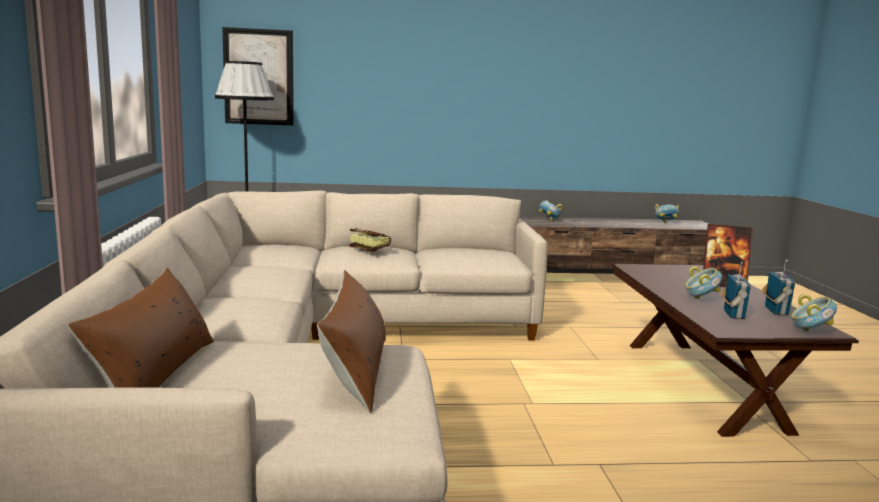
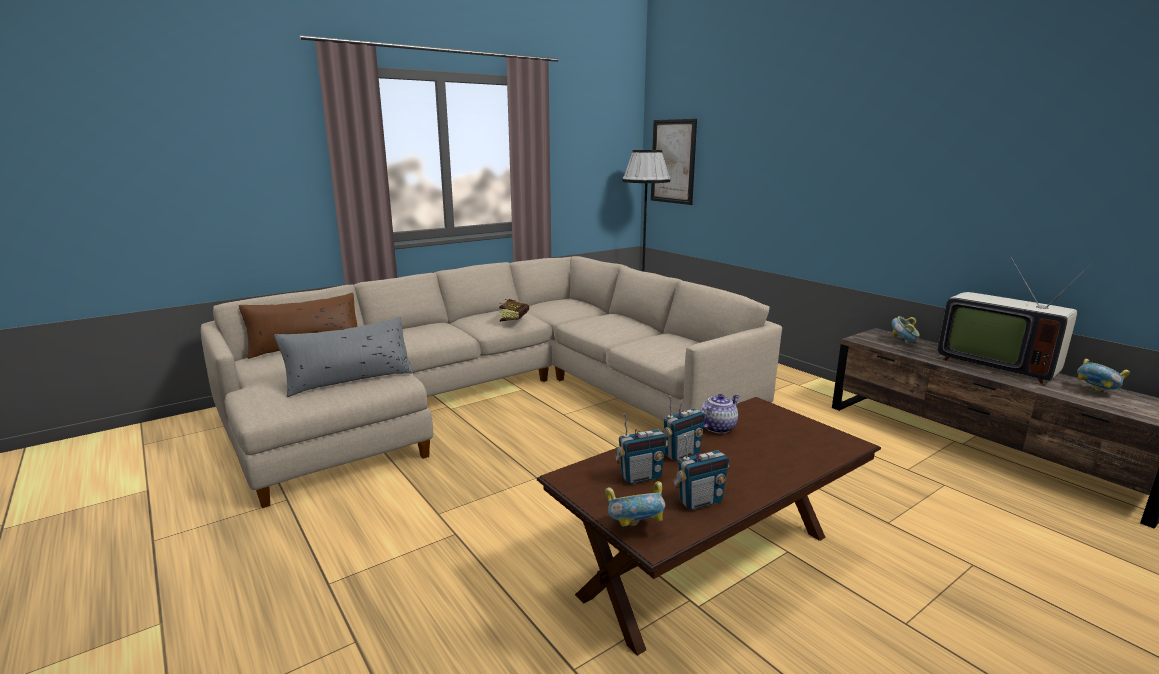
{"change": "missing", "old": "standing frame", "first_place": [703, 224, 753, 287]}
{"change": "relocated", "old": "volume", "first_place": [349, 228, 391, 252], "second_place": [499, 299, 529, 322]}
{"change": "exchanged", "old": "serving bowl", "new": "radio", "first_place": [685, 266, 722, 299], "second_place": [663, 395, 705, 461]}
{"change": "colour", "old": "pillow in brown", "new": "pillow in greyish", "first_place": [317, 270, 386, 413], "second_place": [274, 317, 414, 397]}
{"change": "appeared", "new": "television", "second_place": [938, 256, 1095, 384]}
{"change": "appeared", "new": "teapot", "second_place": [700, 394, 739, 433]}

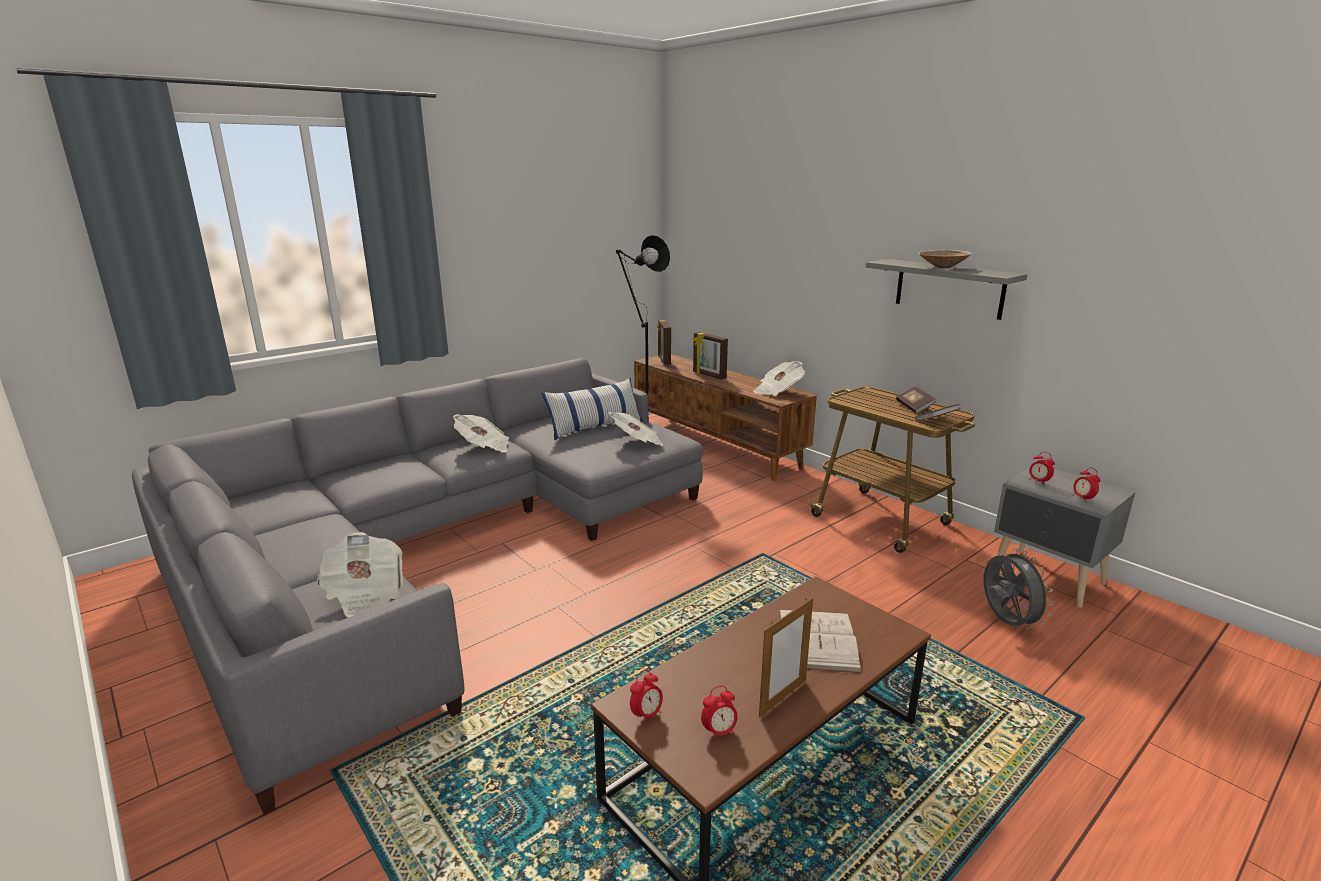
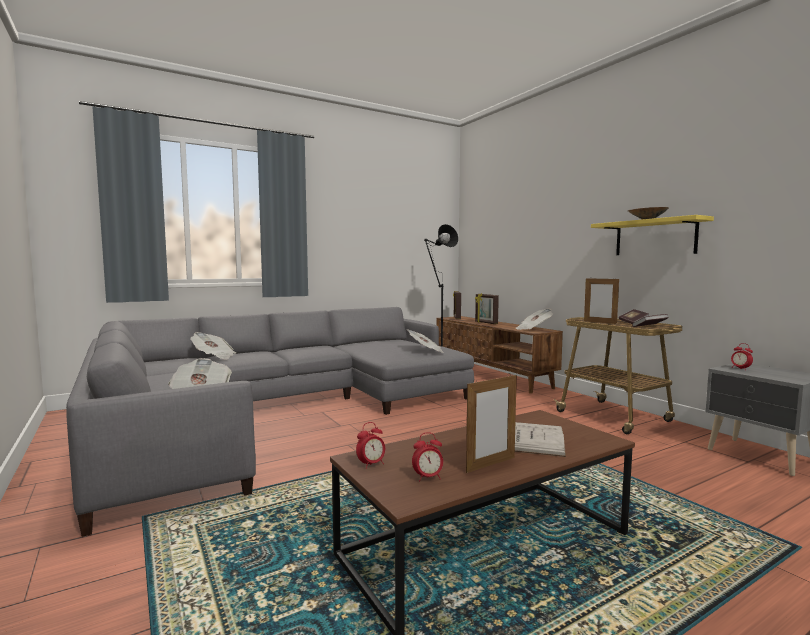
{"change": "colour", "old": "bracket shelf in greyish", "new": "bracket shelf in yellow-coloured", "first_place": [866, 259, 1028, 320], "second_place": [591, 215, 714, 255]}
{"change": "missing", "old": "pillow", "first_place": [541, 378, 643, 440]}
{"change": "relocated", "old": "newspaper", "first_place": [453, 414, 509, 452], "second_place": [190, 332, 236, 359]}
{"change": "missing", "old": "table clock", "first_place": [1072, 468, 1101, 502]}
{"change": "missing", "old": "electric fan in greyish", "first_place": [983, 548, 1053, 629]}
{"change": "appeared", "new": "standing frame", "second_place": [584, 277, 619, 324]}

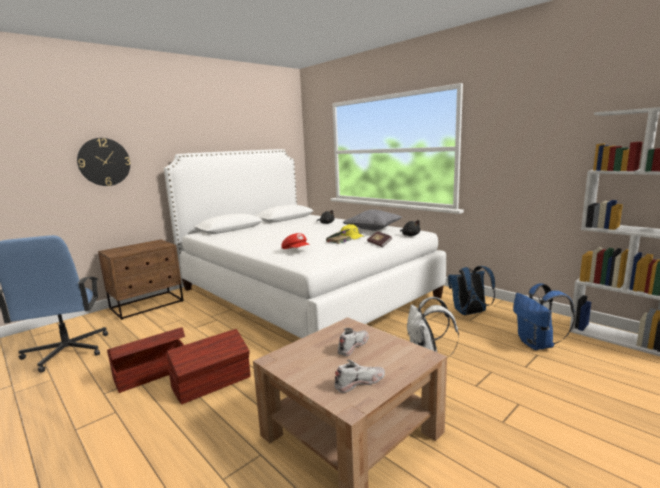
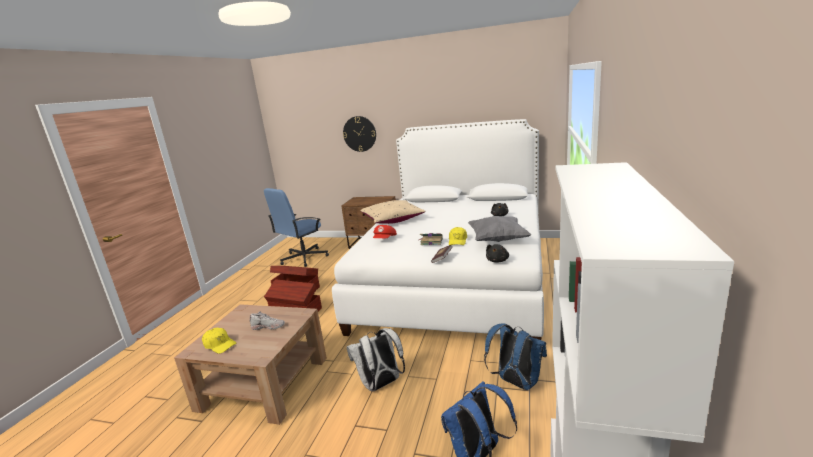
{"change": "exchanged", "old": "shoe in whitish", "new": "baseball cap in yellow-coloured", "first_place": [334, 359, 385, 393], "second_place": [202, 328, 236, 354]}
{"change": "appeared", "new": "pillow in beige-coloured", "second_place": [360, 200, 426, 224]}

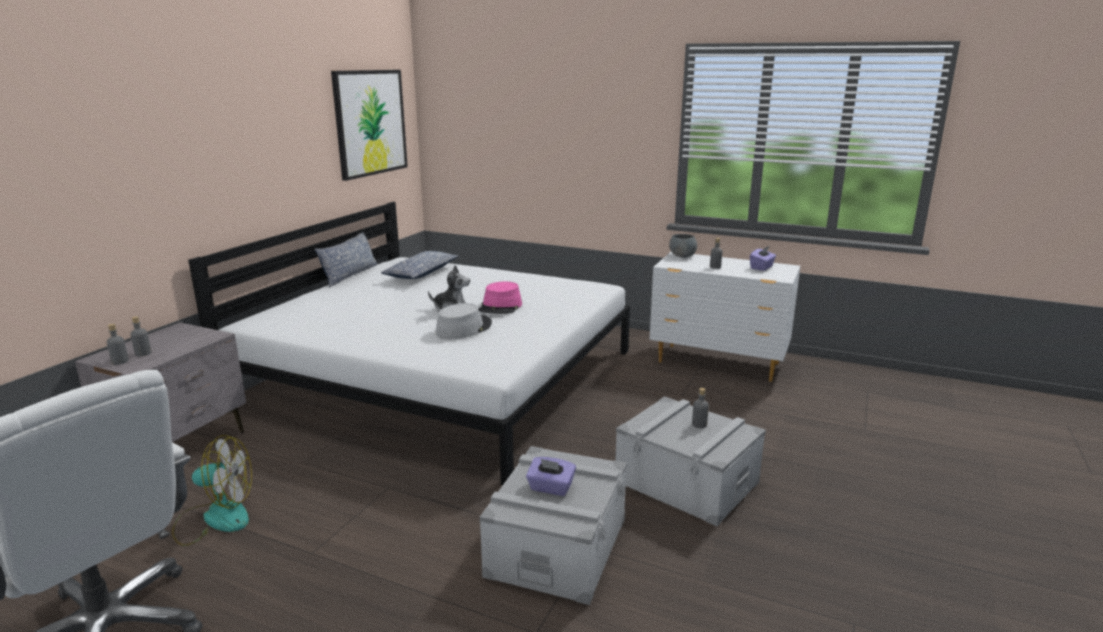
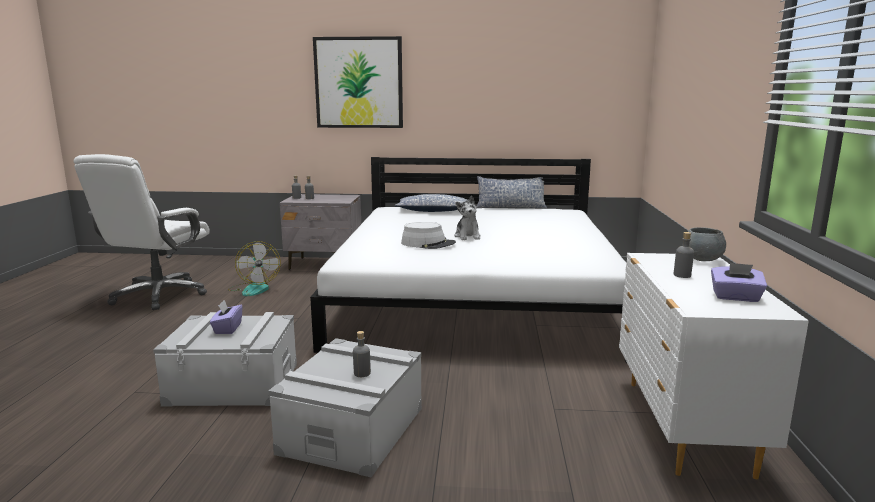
{"change": "relocated", "old": "picture", "first_place": [331, 70, 408, 181], "second_place": [313, 36, 403, 128]}
{"change": "relocated", "old": "pillow", "first_place": [381, 251, 459, 279], "second_place": [394, 194, 468, 212]}
{"change": "missing", "old": "wearable hat in pink", "first_place": [479, 281, 522, 314]}

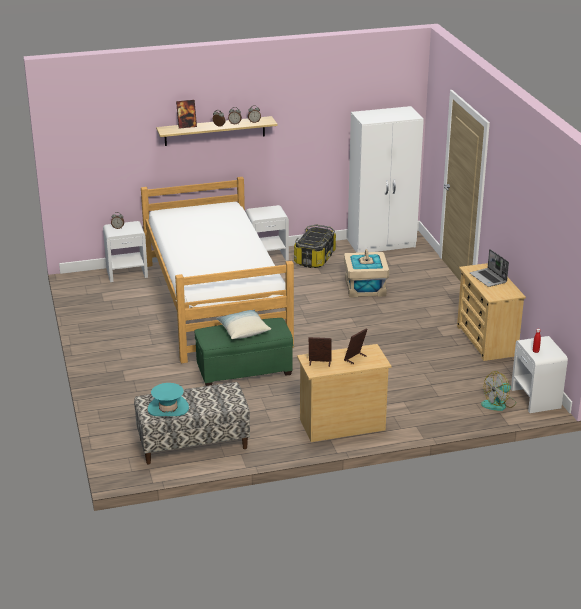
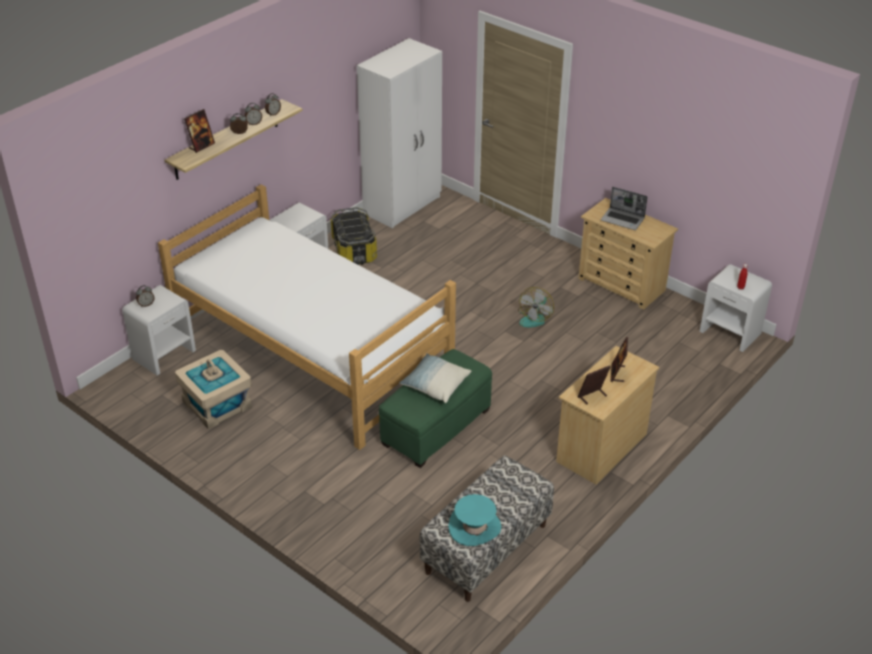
{"change": "relocated", "old": "storage container in beige-coloured", "first_place": [344, 249, 389, 298], "second_place": [175, 350, 252, 429]}
{"change": "relocated", "old": "electric fan", "first_place": [481, 371, 516, 411], "second_place": [518, 287, 554, 327]}

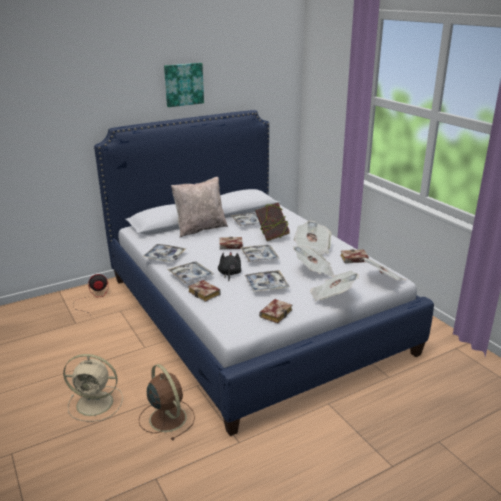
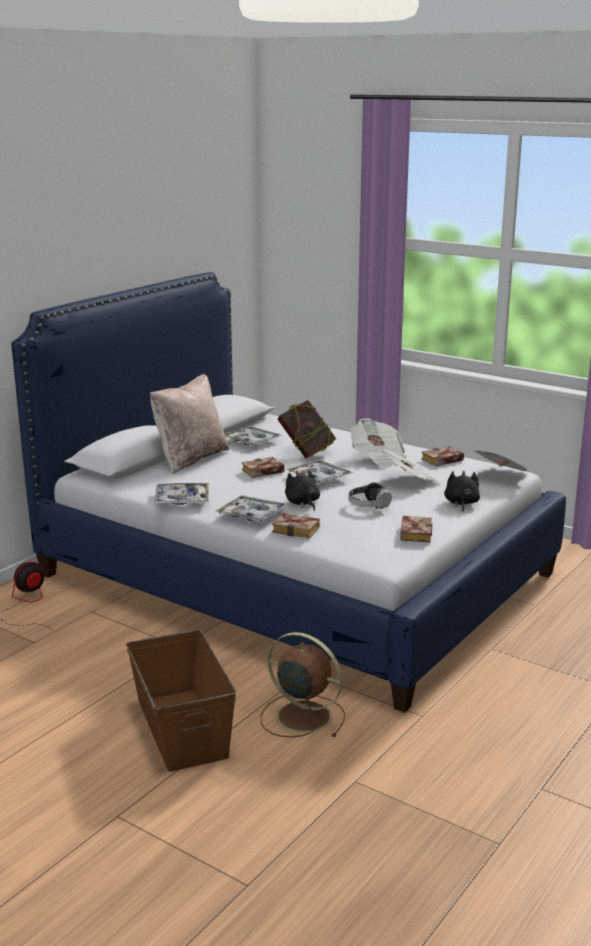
{"change": "missing", "old": "picture", "first_place": [164, 63, 204, 107]}
{"change": "exchanged", "old": "tray", "new": "pair of headphones", "first_place": [245, 270, 289, 292], "second_place": [349, 482, 392, 509]}
{"change": "exchanged", "old": "newspaper", "new": "soft toy in black-coloured", "first_place": [310, 271, 359, 301], "second_place": [444, 470, 480, 512]}
{"change": "exchanged", "old": "electric fan in beige-coloured", "new": "storage container in brown", "first_place": [63, 354, 123, 422], "second_place": [126, 630, 236, 772]}

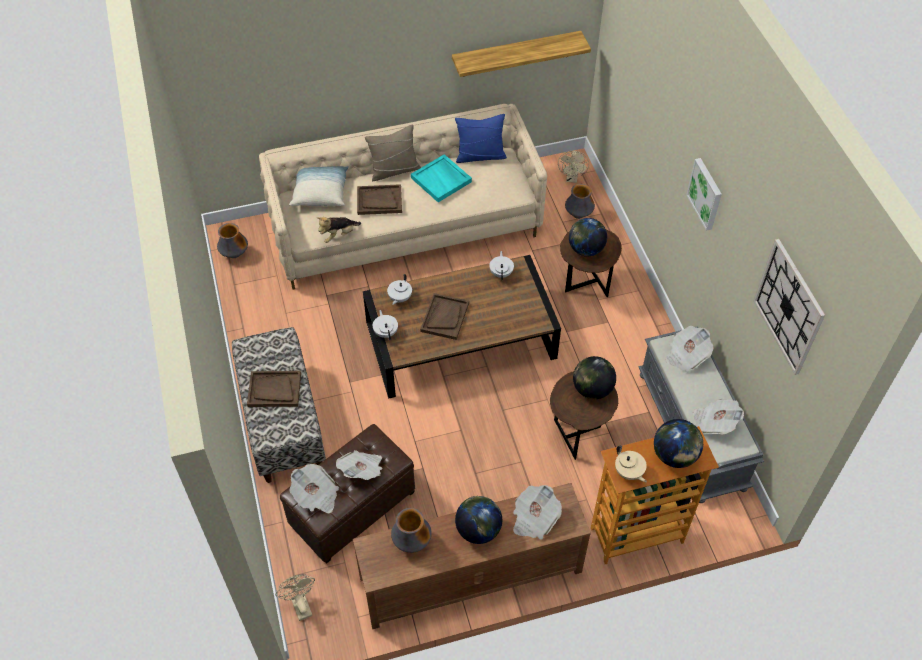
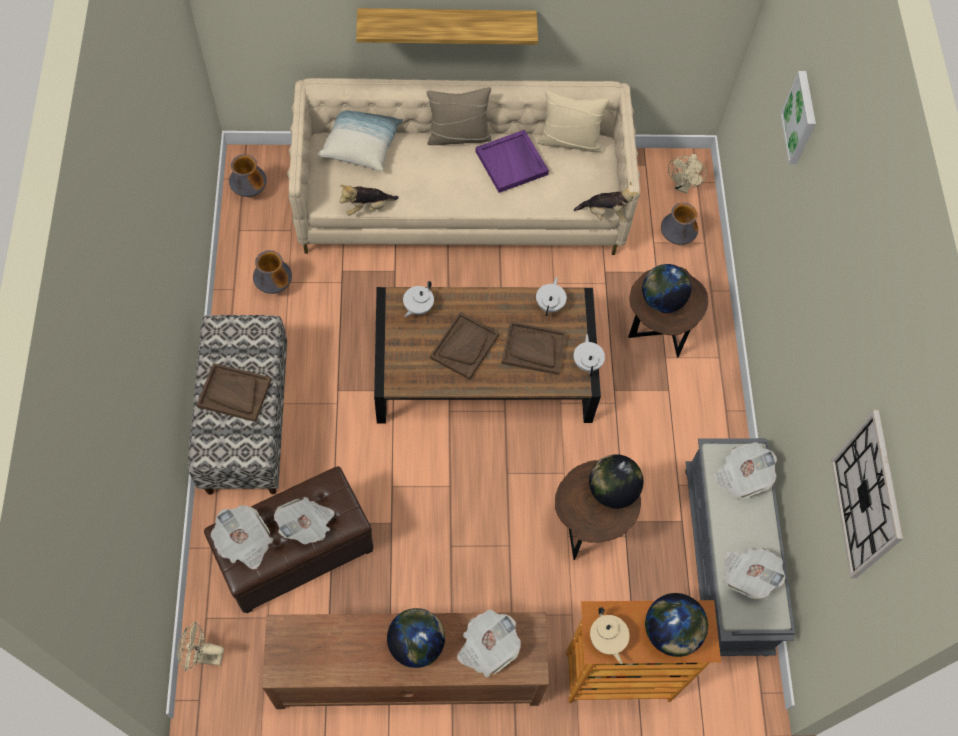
{"change": "relocated", "old": "bracket shelf", "first_place": [452, 31, 591, 77], "second_place": [356, 8, 538, 45]}
{"change": "colour", "old": "pillow in blue", "new": "pillow in beige-coloured", "first_place": [455, 114, 507, 163], "second_place": [537, 90, 610, 152]}
{"change": "colour", "old": "tray in turquoise", "new": "tray in purple-coloured", "first_place": [411, 154, 472, 202], "second_place": [475, 130, 549, 193]}
{"change": "relocated", "old": "picture", "first_place": [686, 158, 722, 231], "second_place": [780, 71, 816, 164]}
{"change": "relocated", "old": "tray in brown", "first_place": [357, 184, 402, 215], "second_place": [501, 321, 567, 375]}
{"change": "relocated", "old": "teapot in whitish", "first_place": [373, 310, 398, 340], "second_place": [574, 334, 605, 376]}
{"change": "relocated", "old": "flower vase", "first_place": [391, 508, 432, 553], "second_place": [253, 250, 292, 294]}
{"change": "spun", "old": "electric fan in beige-coloured", "first_place": [275, 574, 315, 621], "second_place": [178, 621, 224, 672], "degrees": -75}
{"change": "appeared", "new": "soft toy", "second_place": [574, 182, 640, 222]}

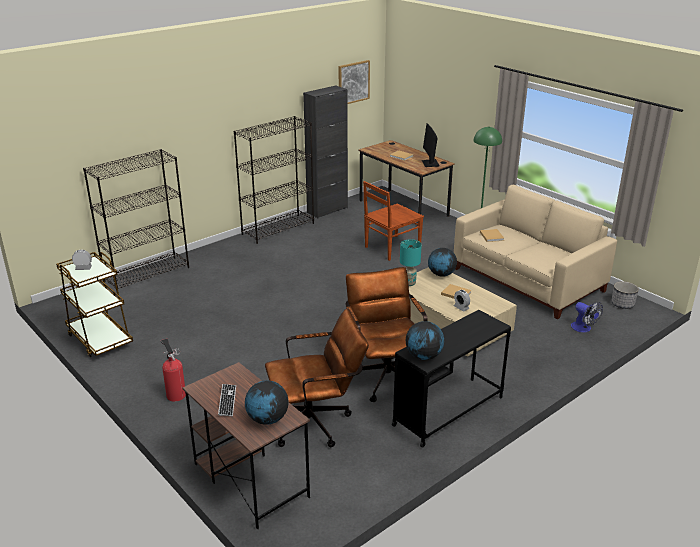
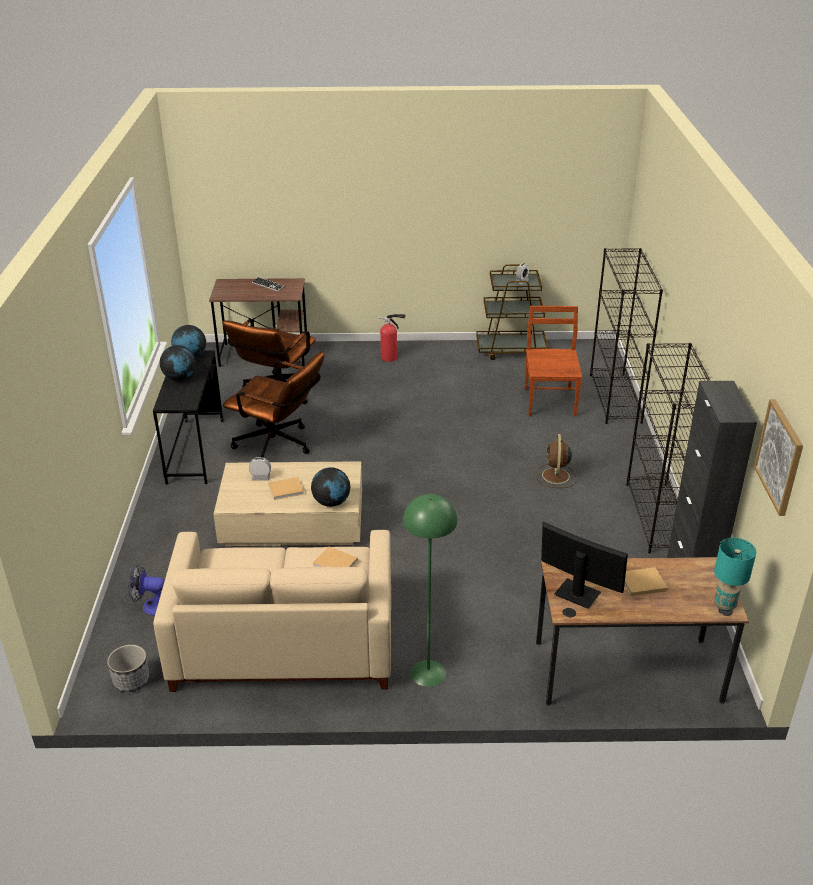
{"change": "relocated", "old": "chair in brown", "first_place": [363, 181, 424, 261], "second_place": [525, 306, 582, 417]}
{"change": "relocated", "old": "lamp for a table in turquoise", "first_place": [400, 239, 422, 286], "second_place": [714, 538, 756, 611]}
{"change": "relocated", "old": "globe", "first_place": [245, 380, 289, 425], "second_place": [160, 345, 196, 381]}
{"change": "appeared", "new": "electric fan in brown", "second_place": [536, 434, 577, 488]}

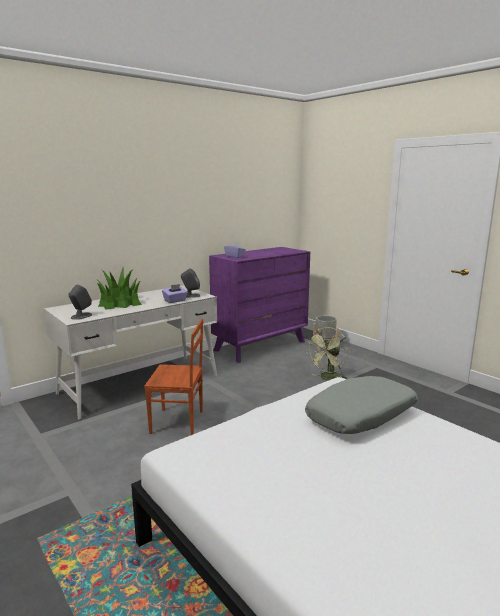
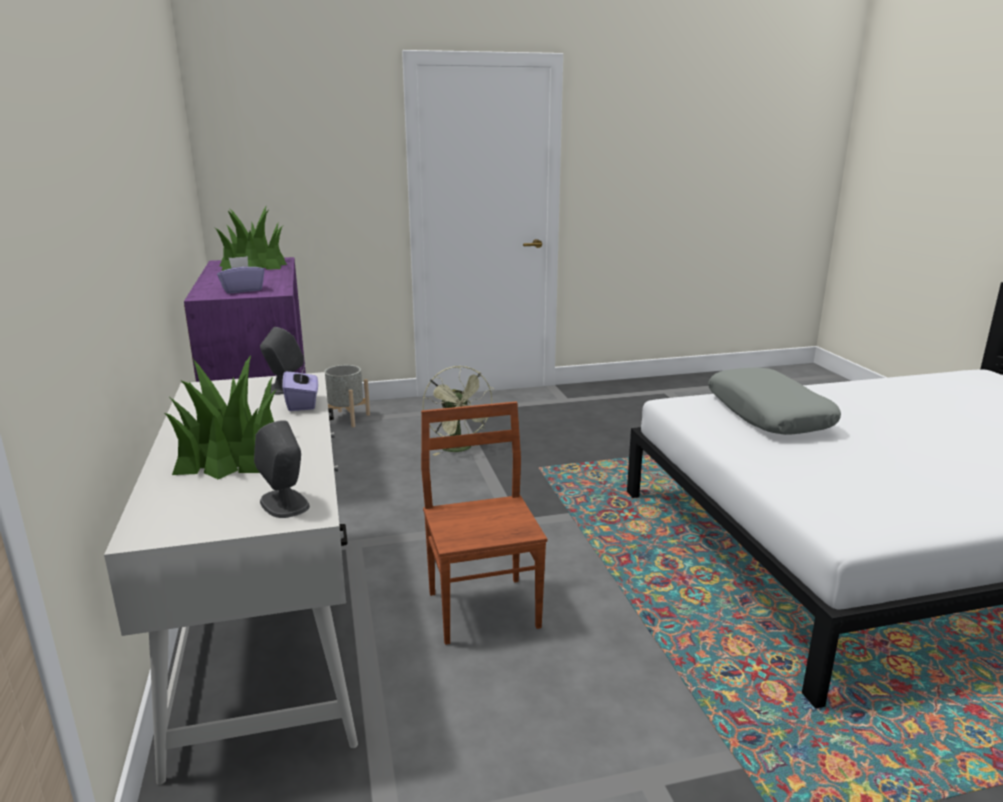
{"change": "spun", "old": "chair in brown", "first_place": [144, 319, 203, 435], "second_place": [421, 402, 547, 645], "degrees": -45}
{"change": "appeared", "new": "plant in a pot", "second_place": [214, 206, 287, 271]}

